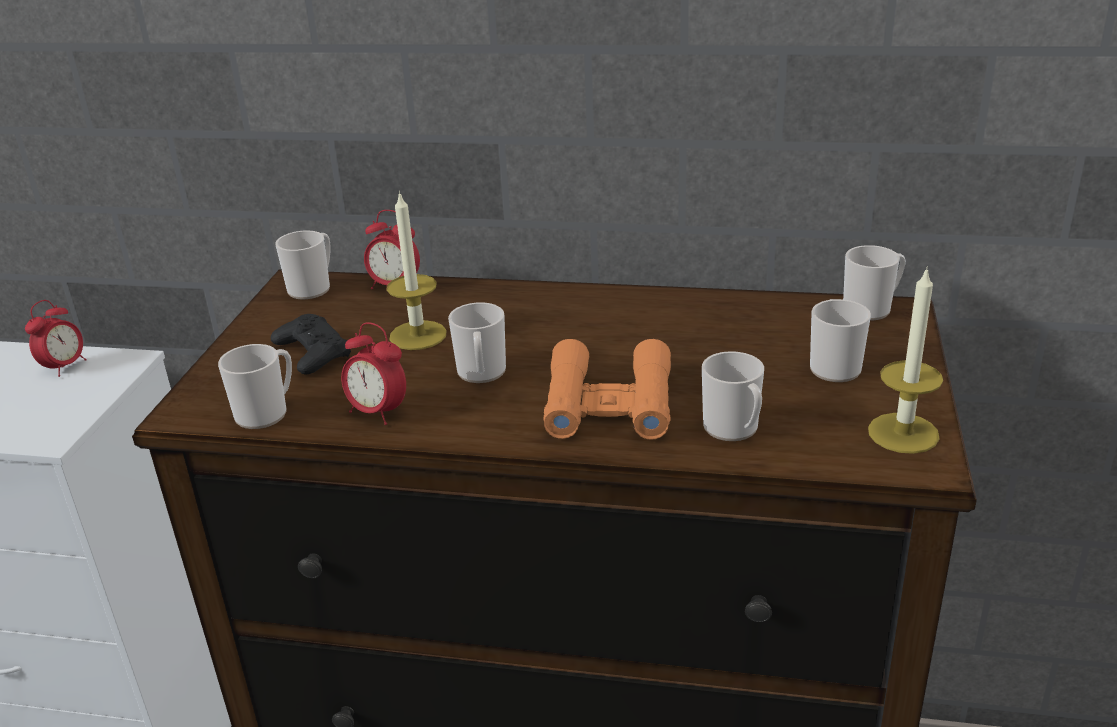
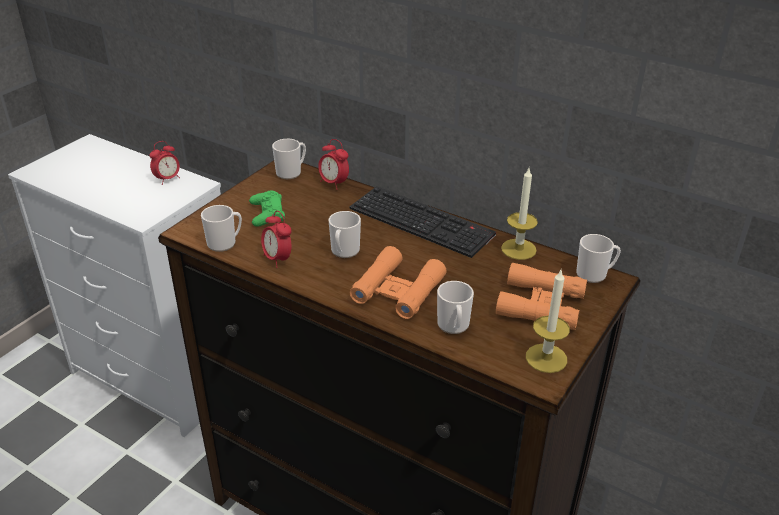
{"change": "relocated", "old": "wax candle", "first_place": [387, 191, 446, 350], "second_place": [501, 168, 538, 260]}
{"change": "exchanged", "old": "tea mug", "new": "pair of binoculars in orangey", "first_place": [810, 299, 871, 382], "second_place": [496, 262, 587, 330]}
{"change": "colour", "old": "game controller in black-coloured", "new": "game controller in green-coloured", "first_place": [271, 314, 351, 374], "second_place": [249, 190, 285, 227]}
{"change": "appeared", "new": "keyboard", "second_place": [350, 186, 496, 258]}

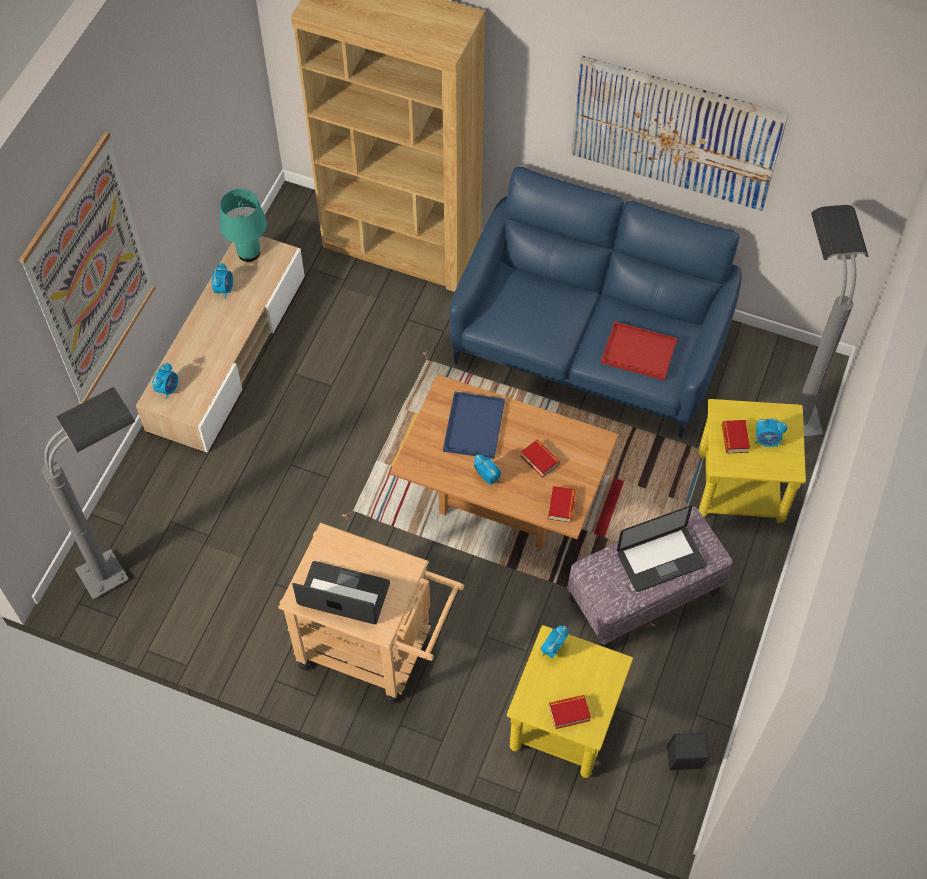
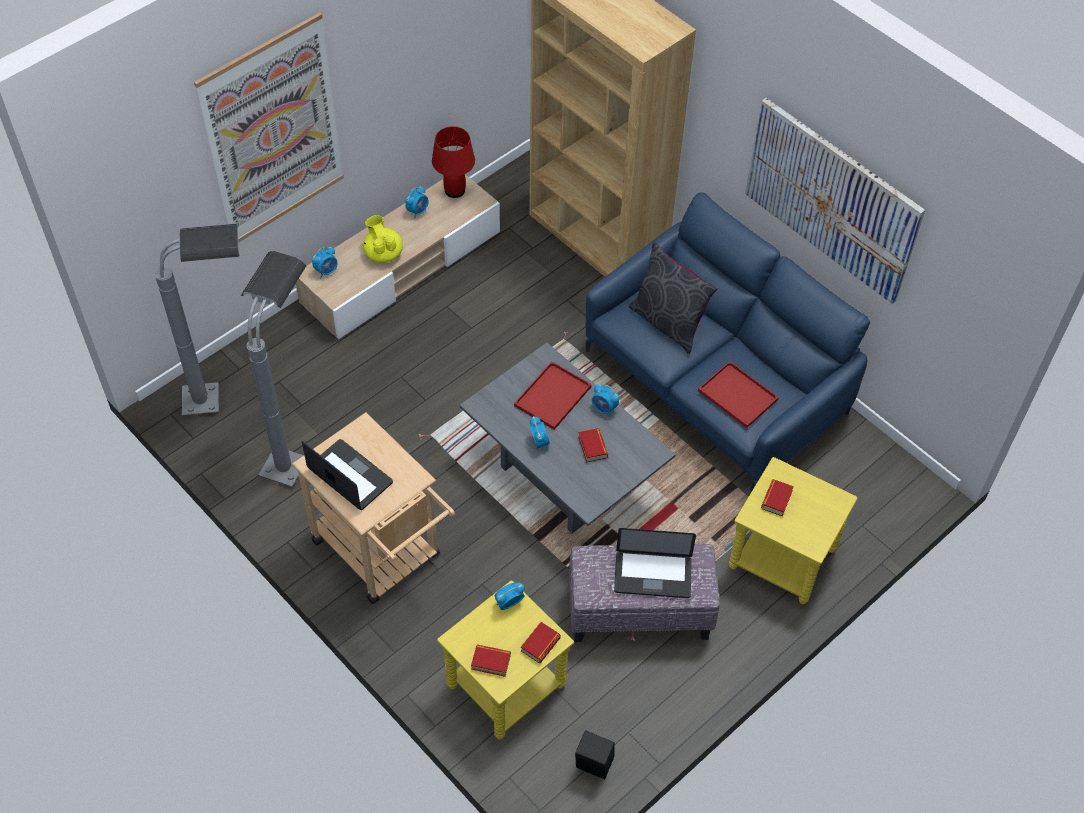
{"change": "colour", "old": "lamp for a table in turquoise", "new": "lamp for a table in reddish", "first_place": [220, 189, 267, 262], "second_place": [432, 126, 475, 198]}
{"change": "relocated", "old": "standing lamp in greyish", "first_place": [797, 205, 869, 436], "second_place": [241, 251, 306, 487]}
{"change": "colour", "old": "coffee table in brown", "new": "coffee table in greyish", "first_place": [390, 374, 619, 549], "second_place": [460, 342, 676, 534]}
{"change": "colour", "old": "tray in blue", "new": "tray in reddish", "first_place": [443, 391, 505, 459], "second_place": [514, 361, 592, 430]}
{"change": "relocated", "old": "table clock", "first_place": [755, 418, 787, 447], "second_place": [592, 384, 620, 417]}
{"change": "relocated", "old": "volume", "first_place": [548, 486, 576, 523], "second_place": [521, 622, 561, 663]}
{"change": "appeared", "new": "teapot in yellow-coloured", "second_place": [363, 215, 403, 263]}
{"change": "appeared", "new": "pillow in greyish", "second_place": [629, 242, 718, 354]}

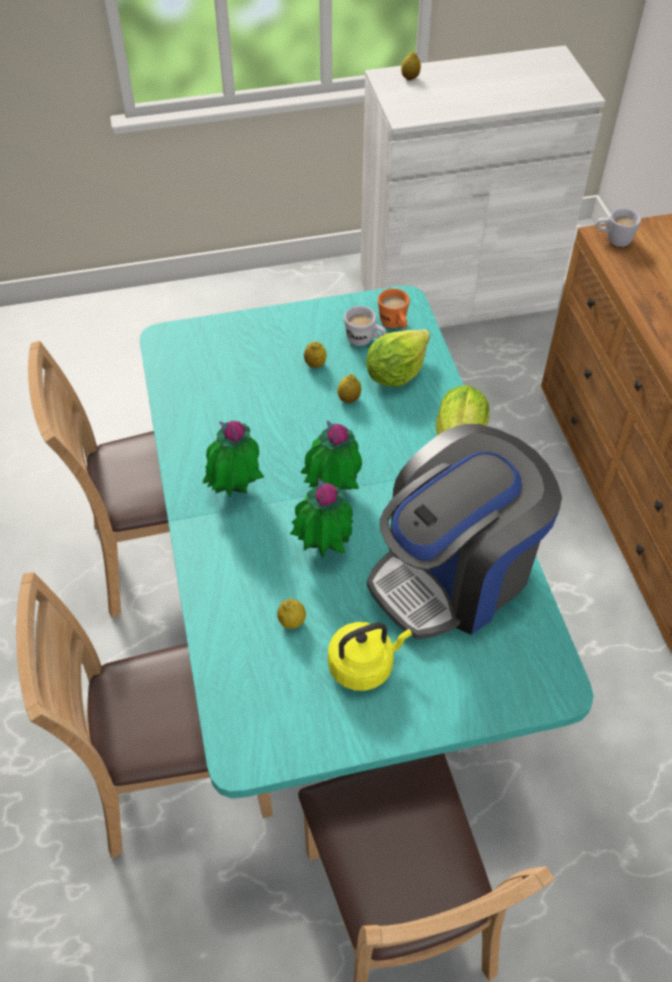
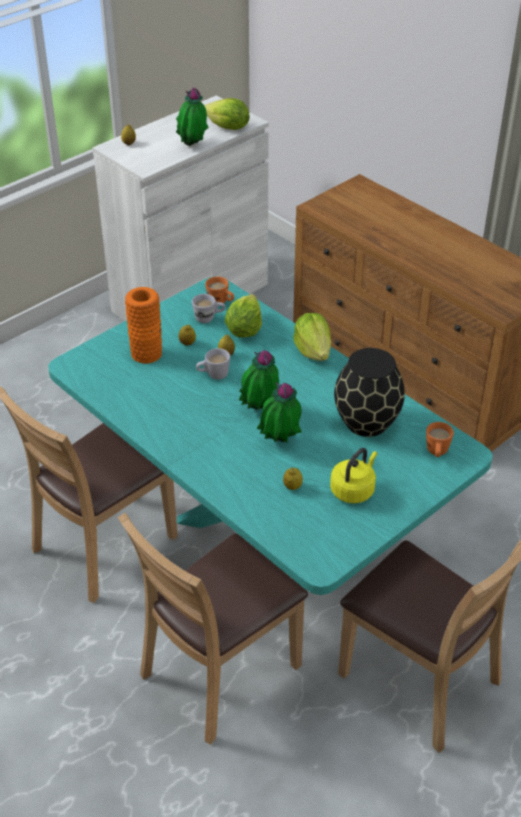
{"change": "relocated", "old": "tea mug in whitish", "first_place": [596, 208, 641, 247], "second_place": [196, 348, 230, 380]}
{"change": "relocated", "old": "plant in a pot", "first_place": [203, 421, 264, 497], "second_place": [176, 88, 209, 146]}
{"change": "exchanged", "old": "coffee brewer", "new": "flower vase in black-coloured", "first_place": [367, 424, 562, 639], "second_place": [334, 348, 405, 437]}
{"change": "appeared", "new": "head of lettuce", "second_place": [204, 98, 250, 130]}
{"change": "appeared", "new": "flower vase in orangey", "second_place": [125, 287, 162, 363]}
{"change": "appeared", "new": "tea mug in orangey", "second_place": [426, 422, 454, 457]}

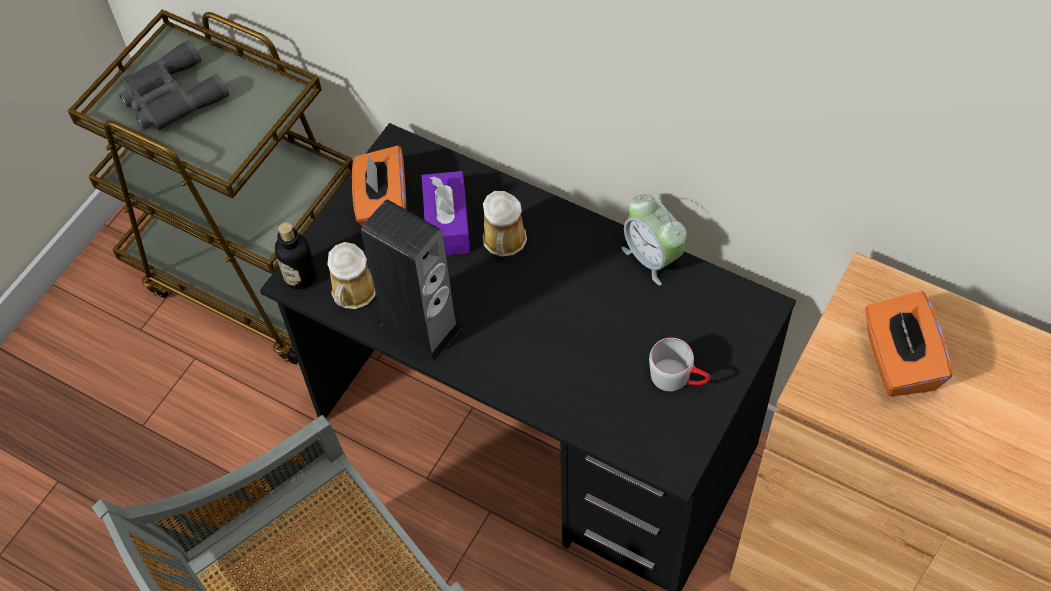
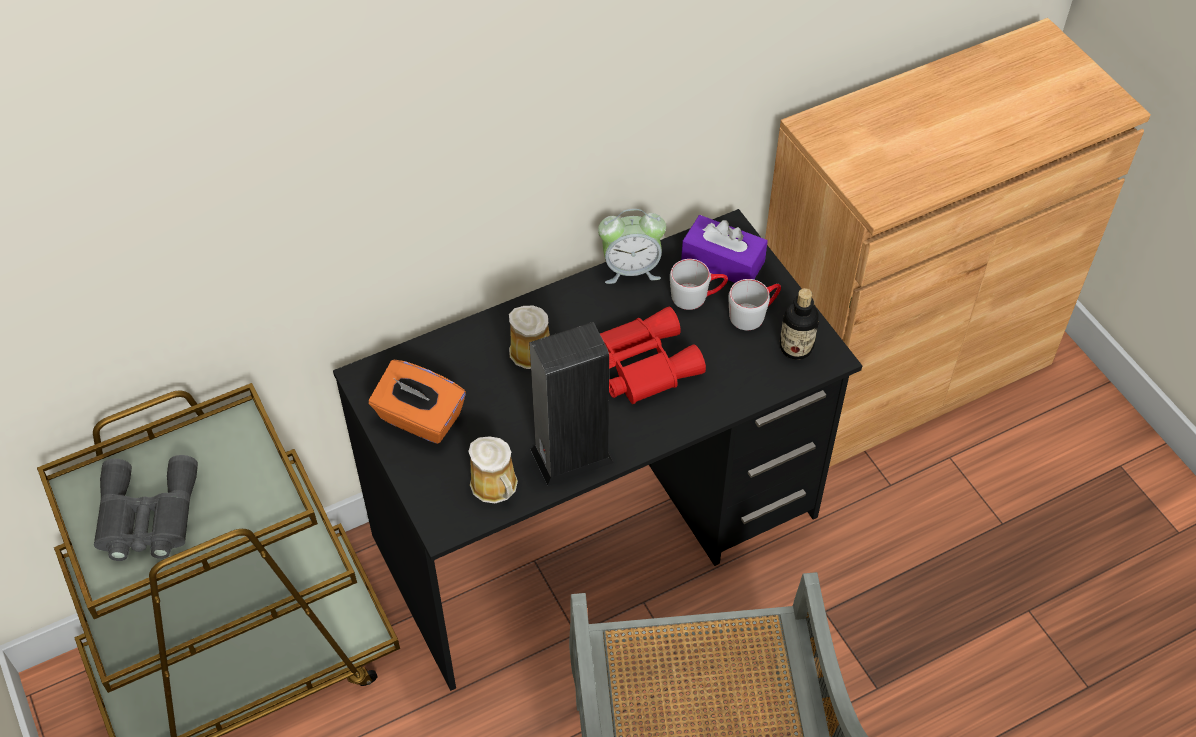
{"change": "relocated", "old": "box of tissues in purple-coloured", "first_place": [422, 171, 471, 255], "second_place": [681, 215, 768, 283]}
{"change": "relocated", "old": "drink bottle", "first_place": [274, 222, 317, 290], "second_place": [780, 288, 819, 360]}
{"change": "missing", "old": "box of tissues in orangey", "first_place": [865, 291, 952, 397]}
{"change": "appeared", "new": "tea mug in greyish", "second_place": [670, 259, 728, 310]}
{"change": "appeared", "new": "pair of binoculars in reddish", "second_place": [600, 307, 706, 404]}

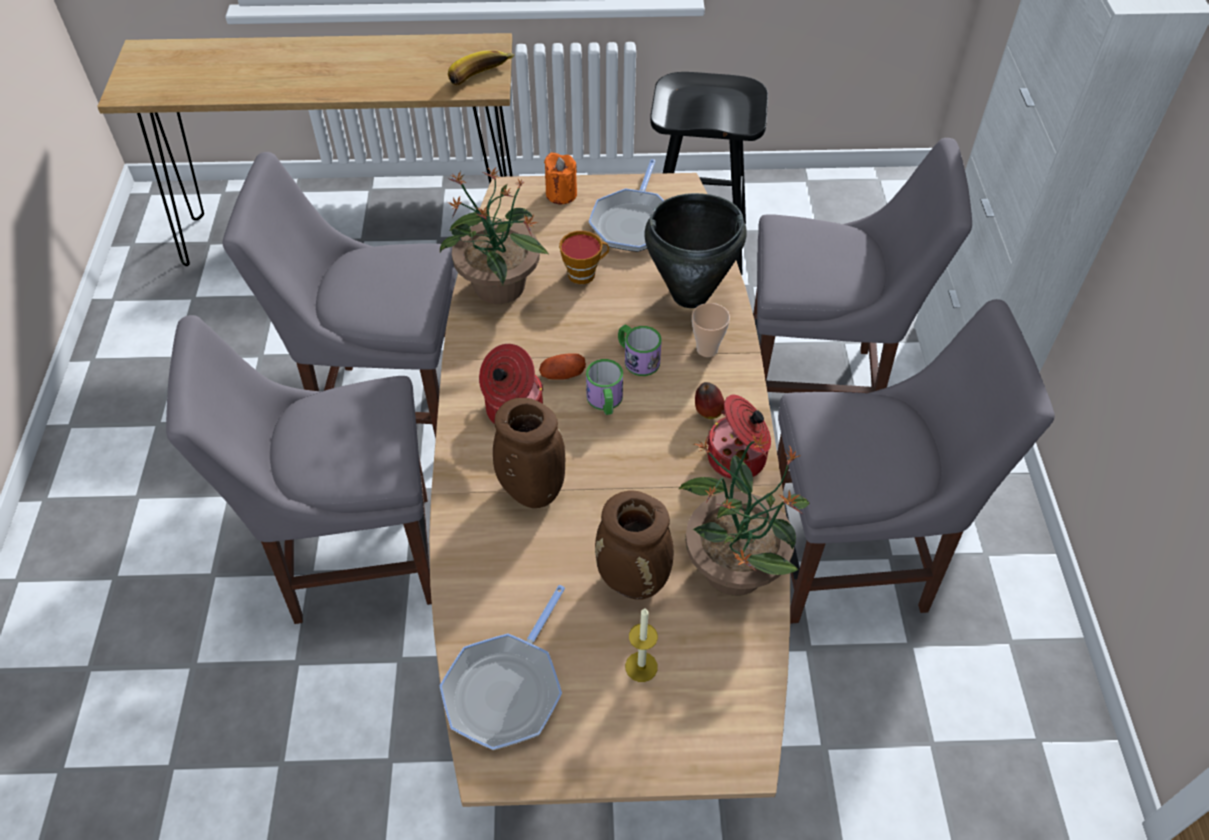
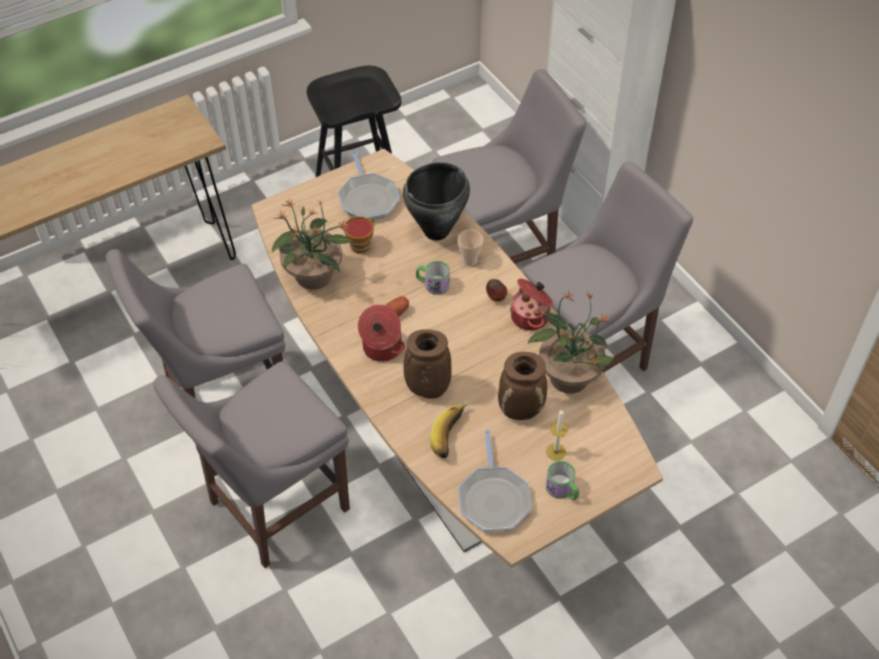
{"change": "relocated", "old": "banana fruit", "first_place": [448, 50, 515, 85], "second_place": [430, 402, 468, 458]}
{"change": "missing", "old": "wax candle in orangey", "first_place": [544, 152, 577, 204]}
{"change": "relocated", "old": "tea mug", "first_place": [586, 359, 623, 415], "second_place": [546, 461, 579, 500]}

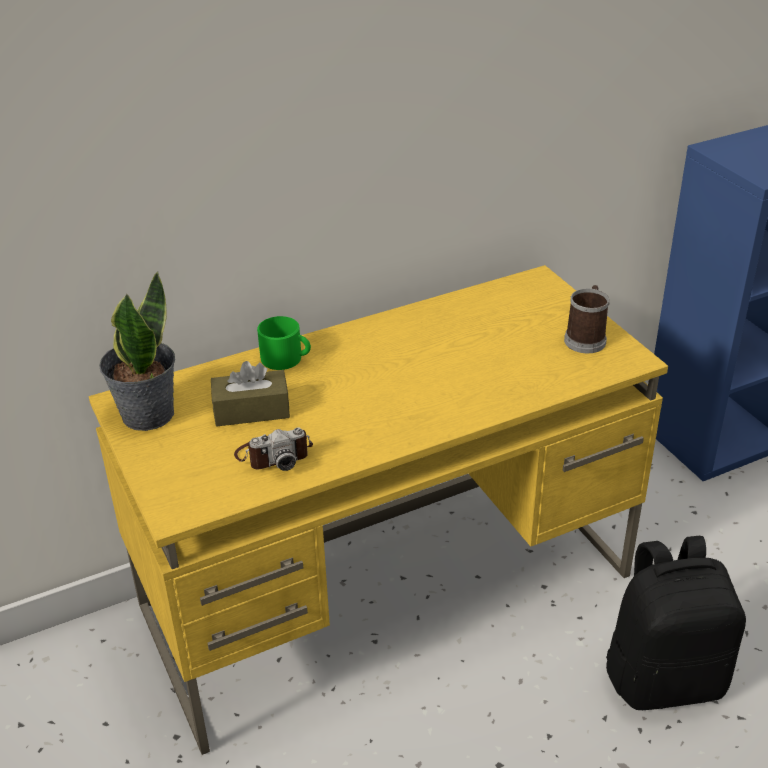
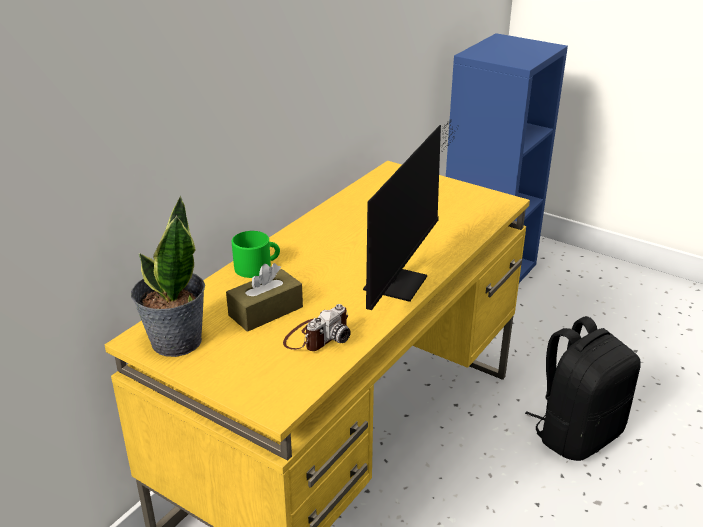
{"change": "missing", "old": "tea mug", "first_place": [564, 285, 610, 353]}
{"change": "appeared", "new": "computer screen", "second_place": [363, 119, 458, 310]}

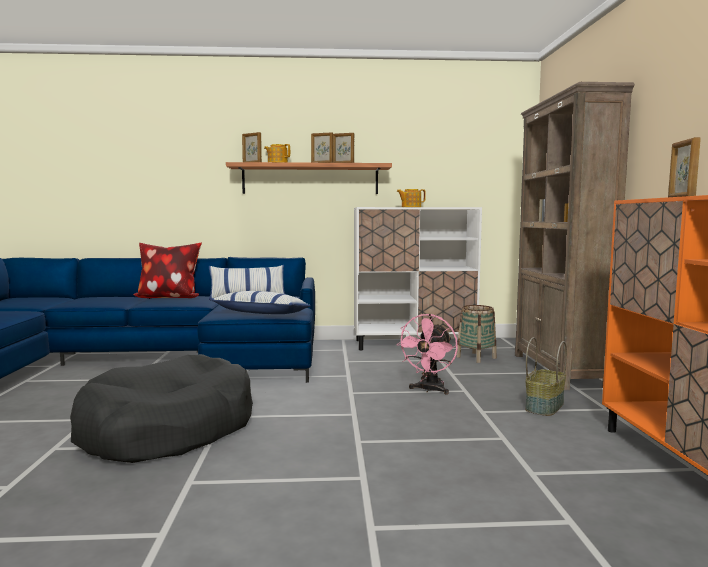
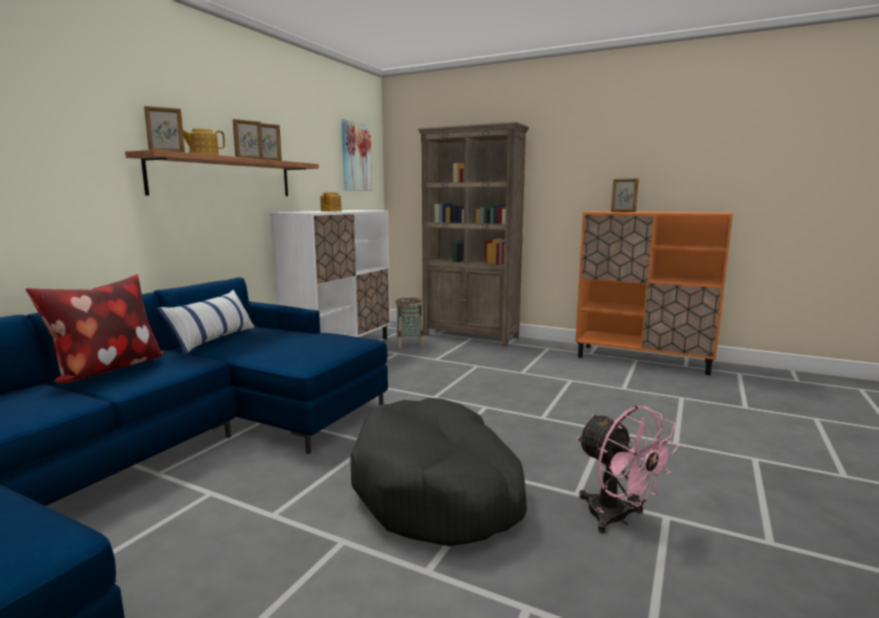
{"change": "missing", "old": "pillow", "first_place": [210, 291, 311, 314]}
{"change": "relocated", "old": "electric fan in pink", "first_place": [396, 314, 458, 395], "second_place": [577, 406, 679, 533]}
{"change": "missing", "old": "household basket", "first_place": [525, 337, 567, 416]}
{"change": "appeared", "new": "picture", "second_place": [341, 119, 372, 191]}

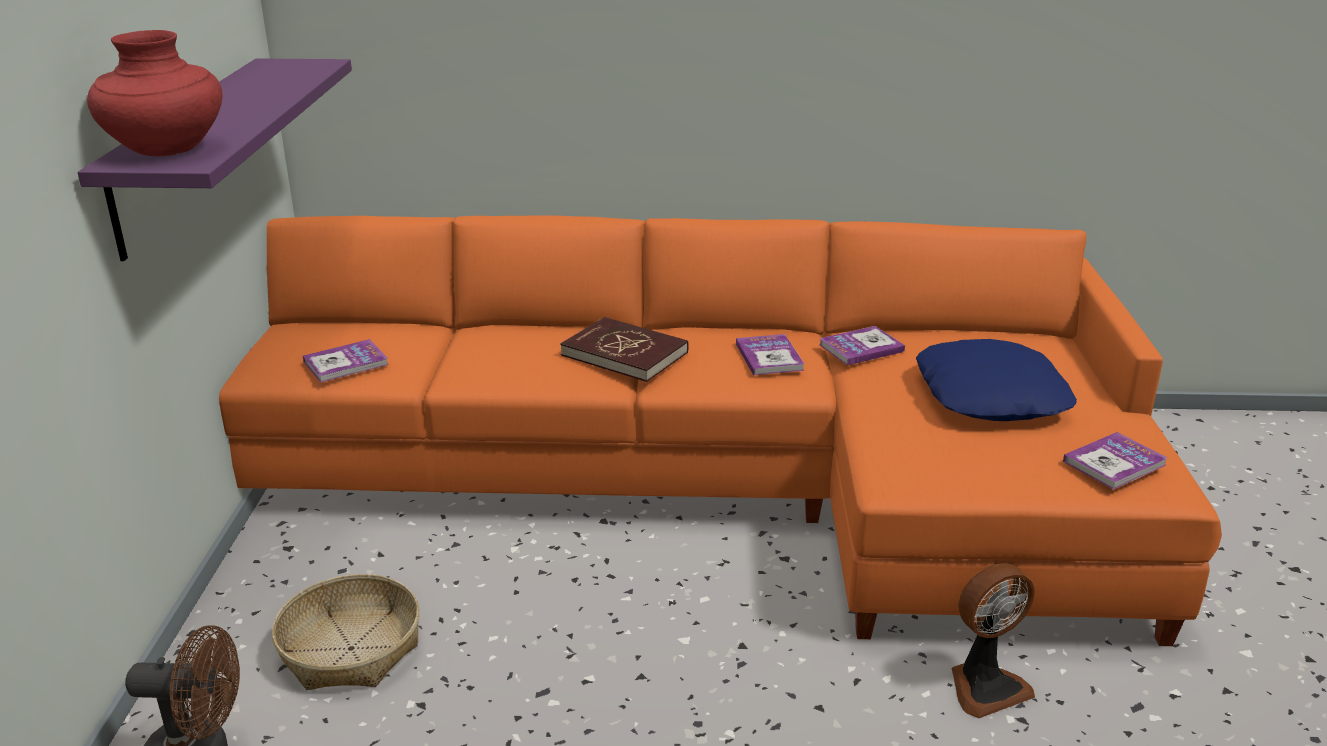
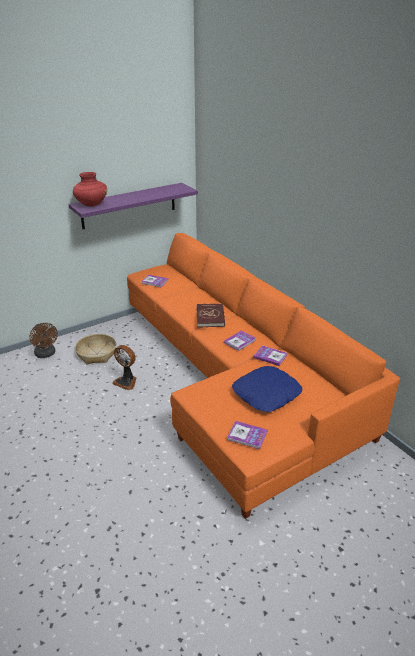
{"change": "relocated", "old": "electric fan", "first_place": [952, 563, 1035, 718], "second_place": [112, 345, 136, 390]}

